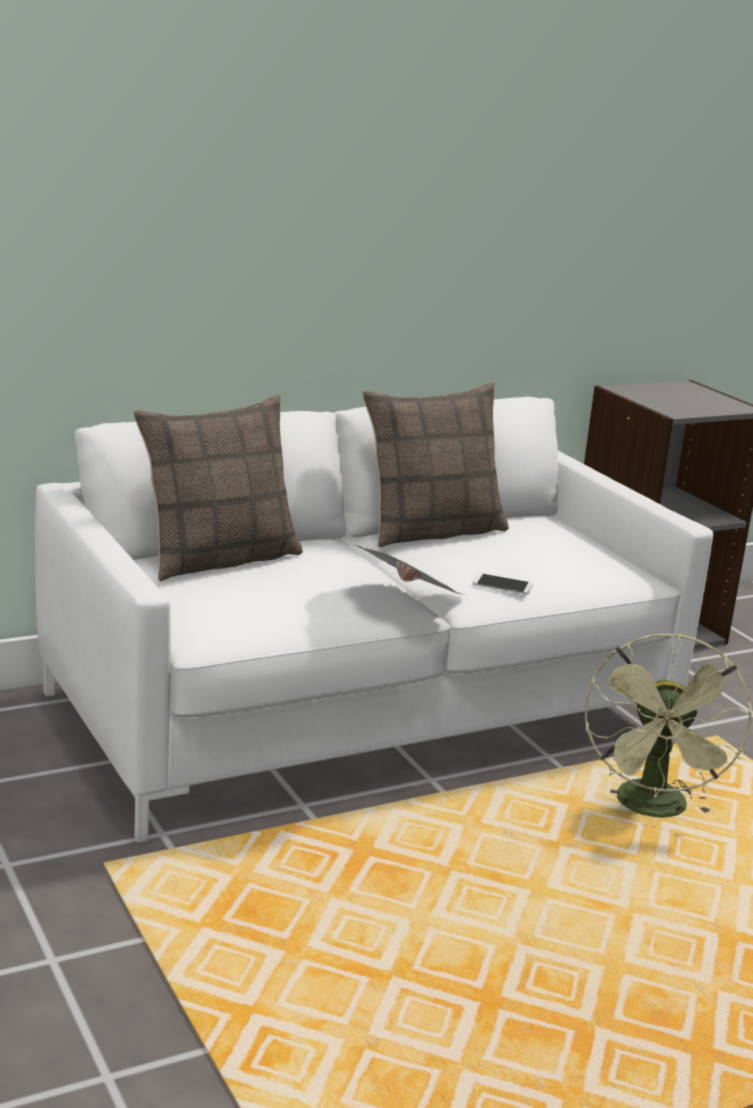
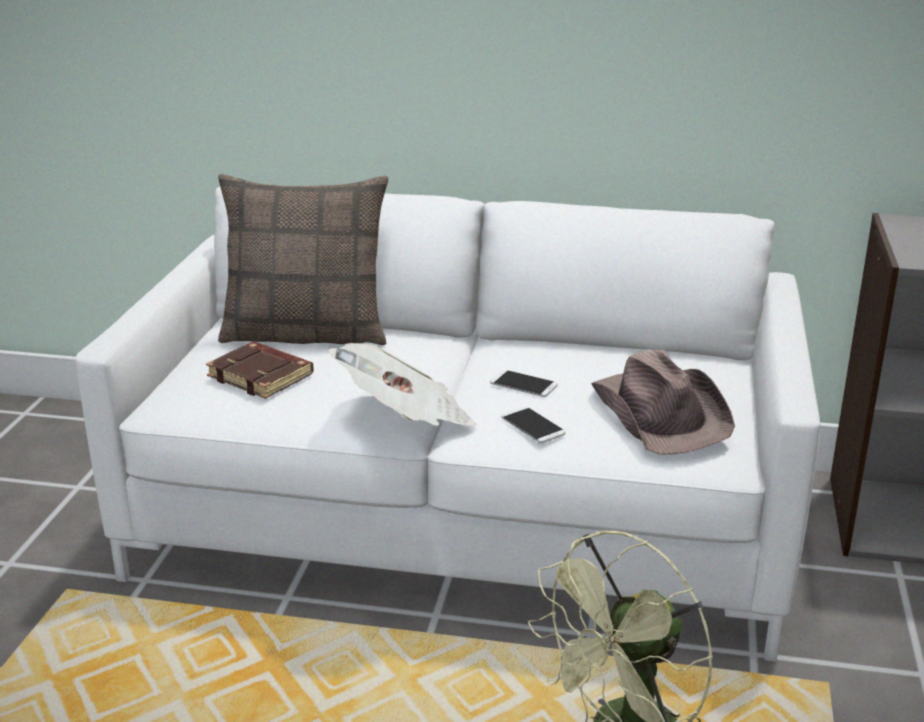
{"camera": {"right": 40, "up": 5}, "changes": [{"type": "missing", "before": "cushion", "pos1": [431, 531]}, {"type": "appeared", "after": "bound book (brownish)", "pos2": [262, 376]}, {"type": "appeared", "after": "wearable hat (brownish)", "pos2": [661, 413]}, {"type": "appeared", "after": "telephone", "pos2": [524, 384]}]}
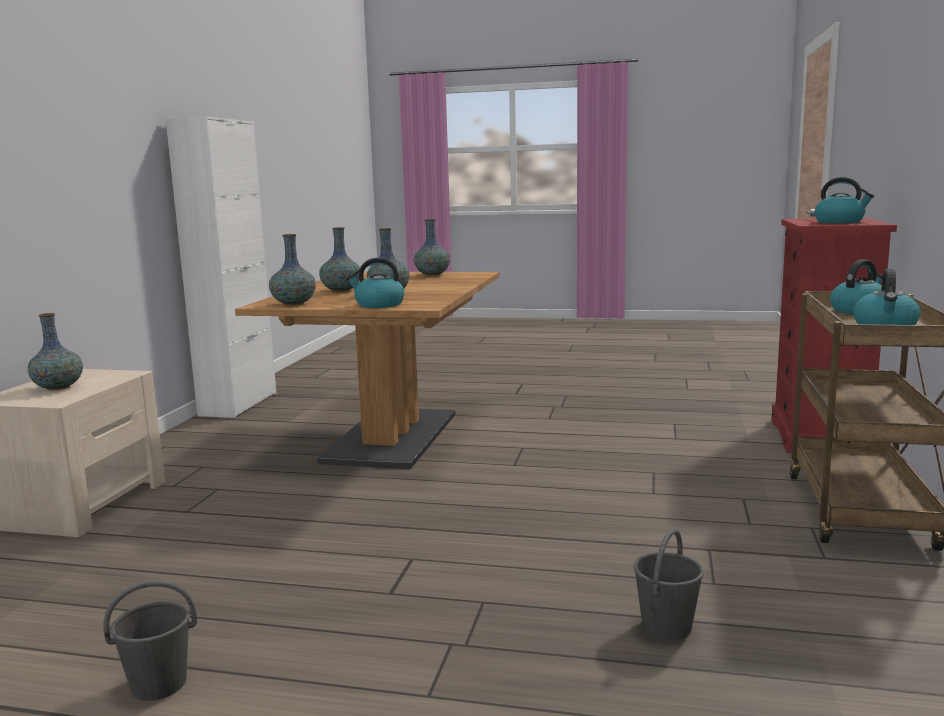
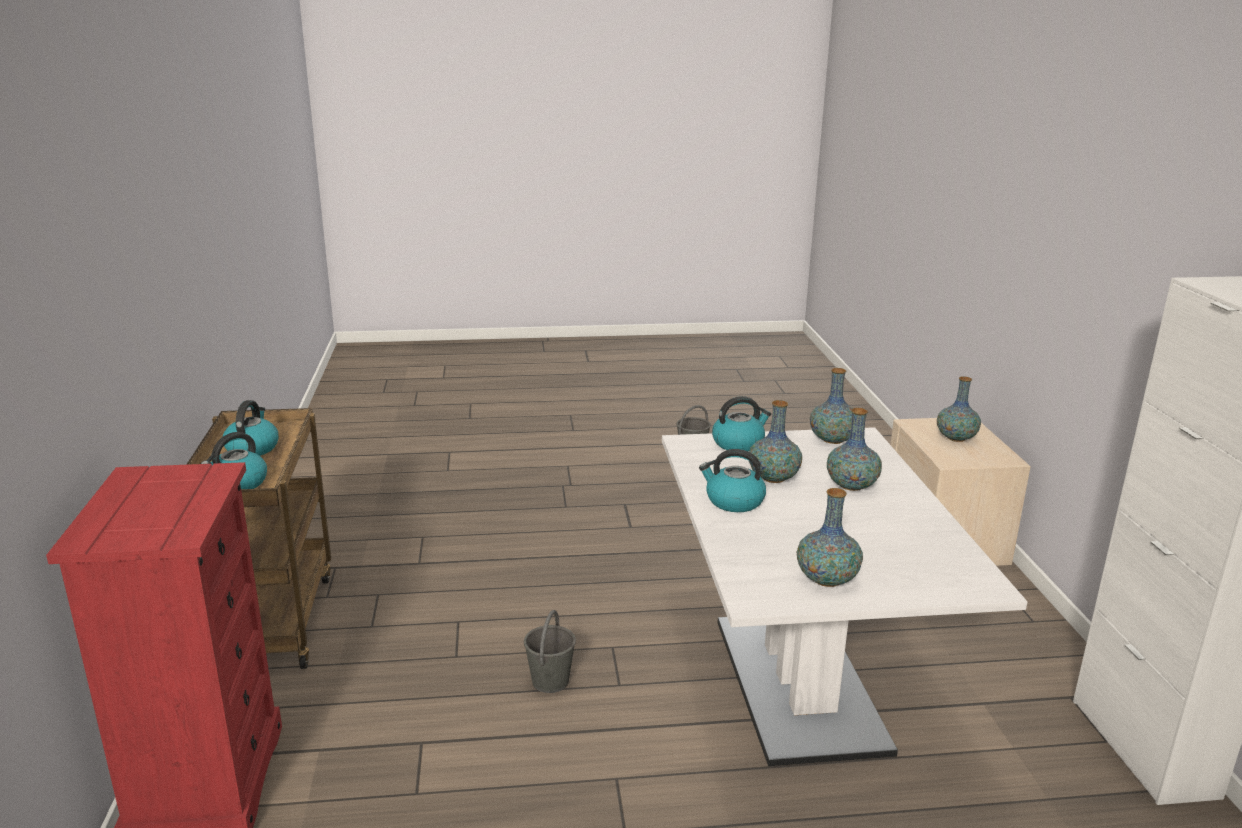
{"camera": {"right": 160, "up": 10}, "changes": [{"type": "relocated", "before": "kettle", "pos1": [840, 222], "pos2": [733, 501]}, {"type": "colour", "before": "dinner table (brownish)", "after": "dinner table (whitish)", "pos1": [392, 437], "pos2": [798, 683]}, {"type": "relocated", "before": "water bucket (grey)", "pos1": [666, 627], "pos2": [550, 681]}]}
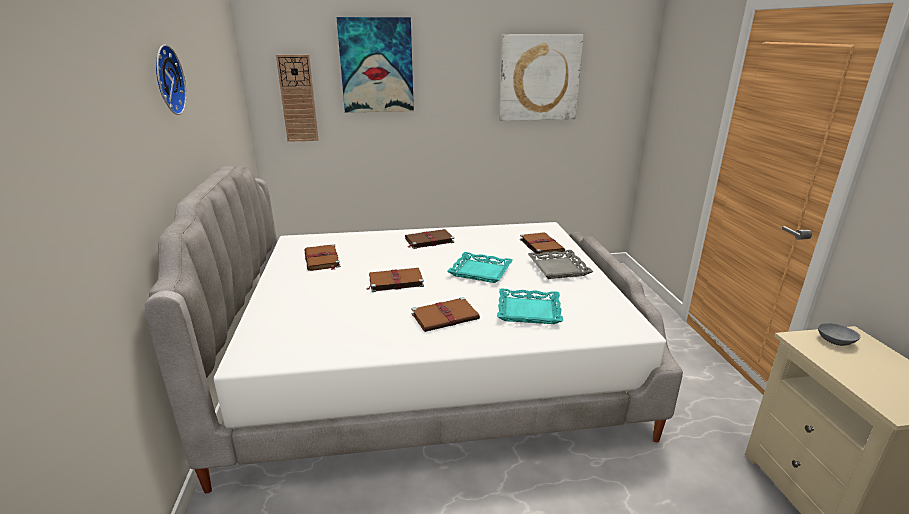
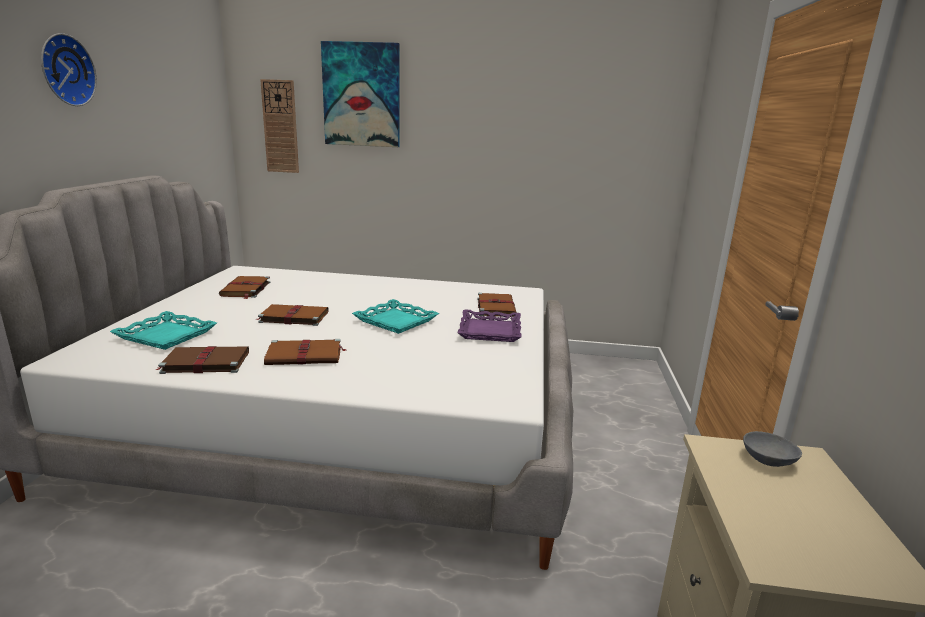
{"camera": {"right": 15, "up": -5}, "changes": [{"type": "missing", "before": "wall picture", "pos1": [539, 78]}, {"type": "relocated", "before": "bound book (brownish)", "pos1": [428, 240], "pos2": [204, 362]}, {"type": "colour", "before": "carrying tray (grey)", "after": "carrying tray (purple-coloured)", "pos1": [558, 268], "pos2": [489, 330]}, {"type": "relocated", "before": "carrying tray (blue-green)", "pos1": [529, 310], "pos2": [167, 335]}]}
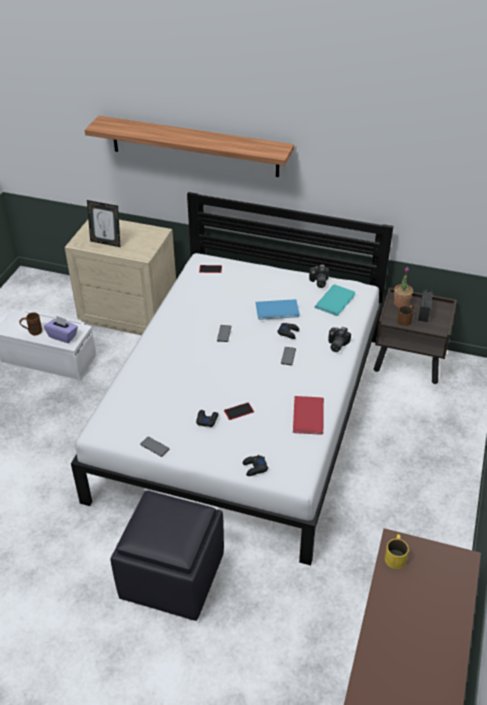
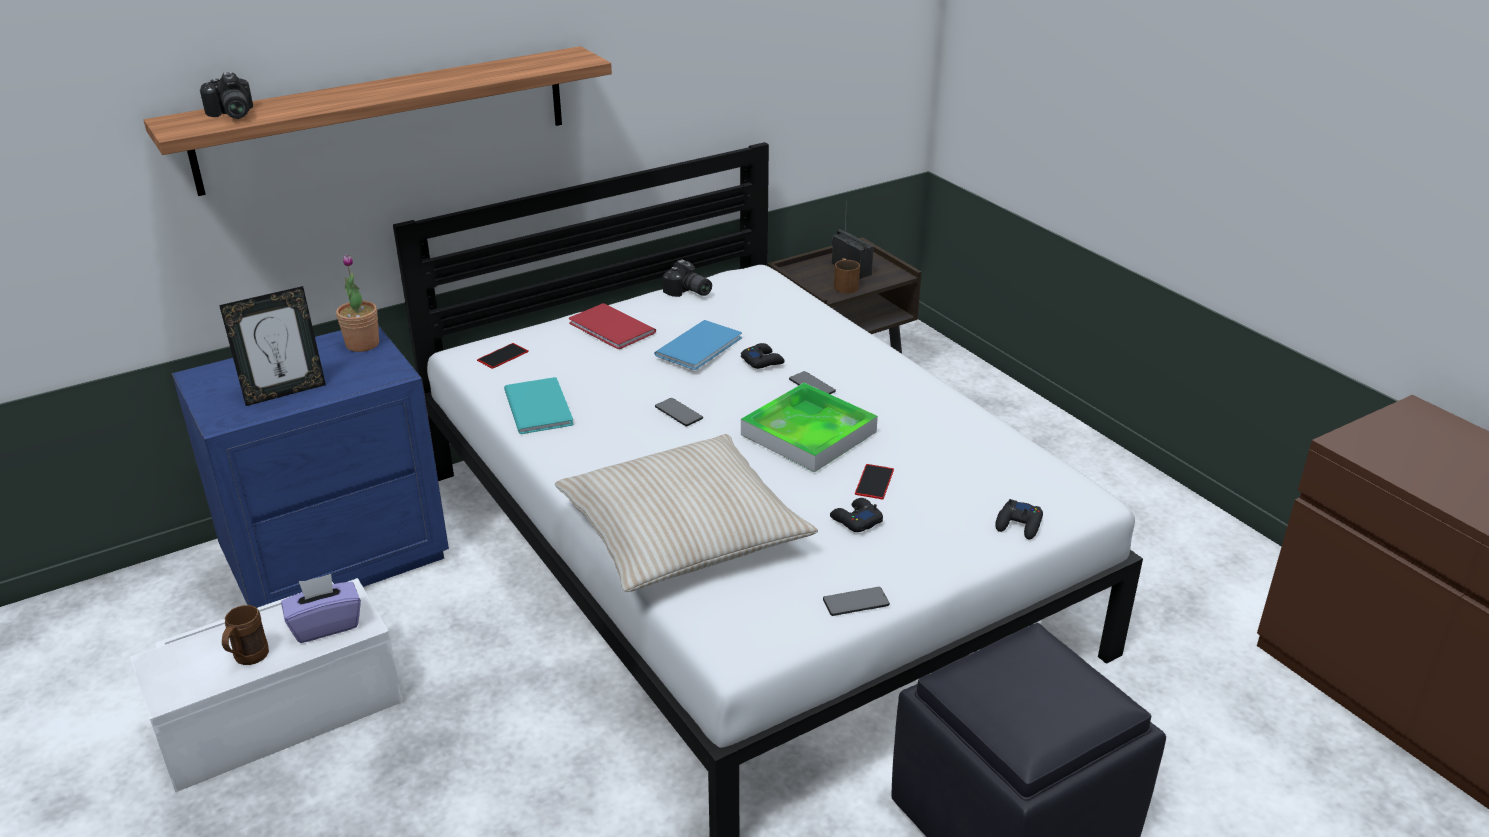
{"camera": {"right": -50, "up": -10}, "changes": [{"type": "colour", "before": "bedside table (sand-coloured)", "after": "bedside table (blue-coloured)", "pos1": [129, 313], "pos2": [335, 555]}, {"type": "relocated", "before": "plant in a pot", "pos1": [401, 304], "pos2": [362, 344]}, {"type": "relocated", "before": "bound book (blue-green)", "pos1": [336, 300], "pos2": [540, 406]}, {"type": "relocated", "before": "still camera", "pos1": [336, 344], "pos2": [230, 115]}, {"type": "relocated", "before": "bound book (red)", "pos1": [306, 417], "pos2": [611, 329]}, {"type": "missing", "before": "mug (yellowish)", "pos1": [395, 555]}, {"type": "appeared", "after": "carrying tray", "pos2": [808, 433]}, {"type": "appeared", "after": "cushion (sand-coloured)", "pos2": [682, 532]}]}
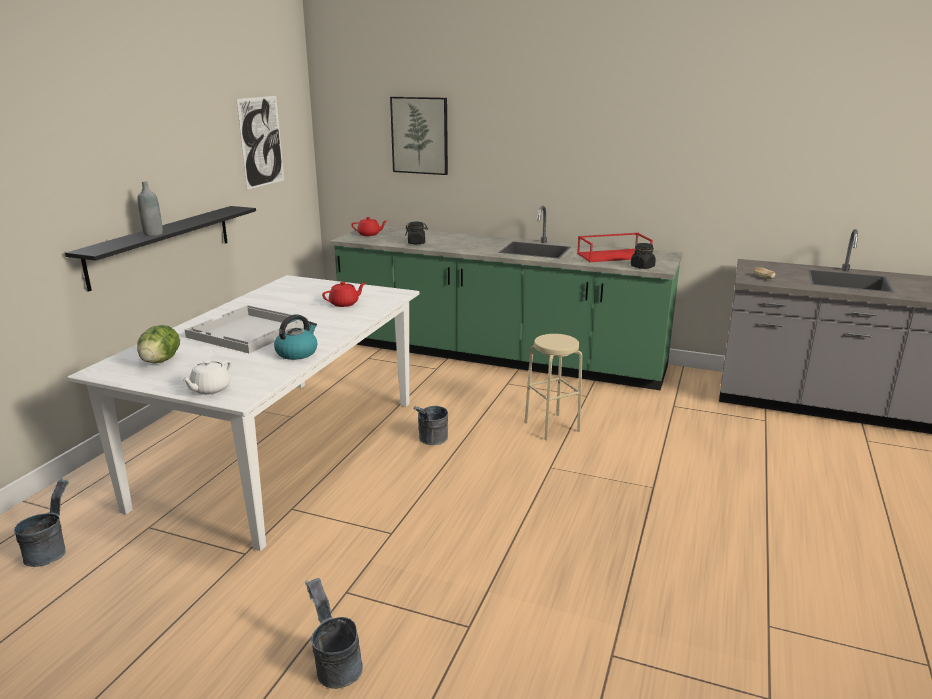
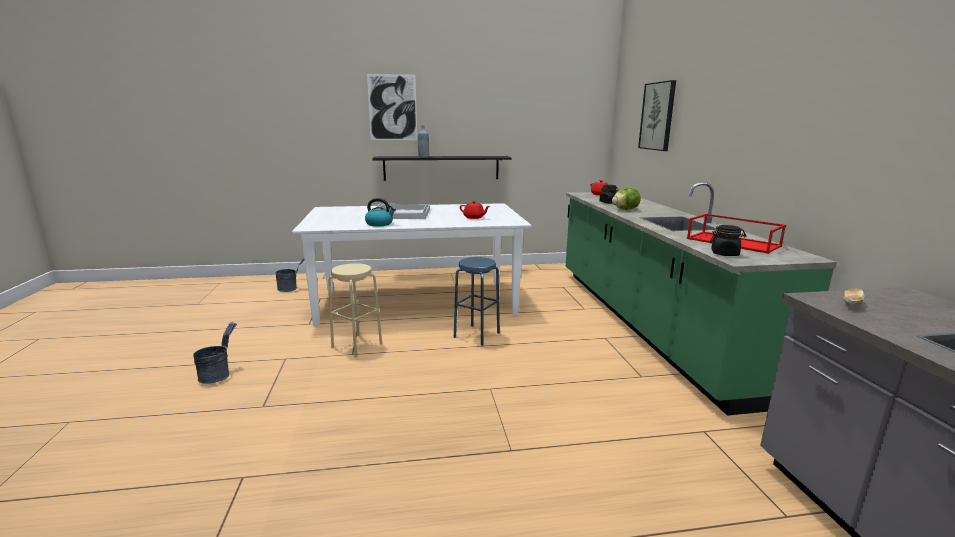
{"camera": {"right": 60, "up": -5}, "changes": [{"type": "relocated", "before": "wall picture", "pos1": [261, 142], "pos2": [392, 107]}, {"type": "relocated", "before": "lettuce head", "pos1": [160, 361], "pos2": [625, 209]}, {"type": "relocated", "before": "sitting stool (sand-coloured)", "pos1": [552, 427], "pos2": [357, 345]}, {"type": "missing", "before": "teapot (whitish)", "pos1": [210, 389]}, {"type": "exchanged", "before": "water bucket (grey)", "after": "sitting stool (blue-coloured)", "pos1": [431, 441], "pos2": [476, 335]}]}
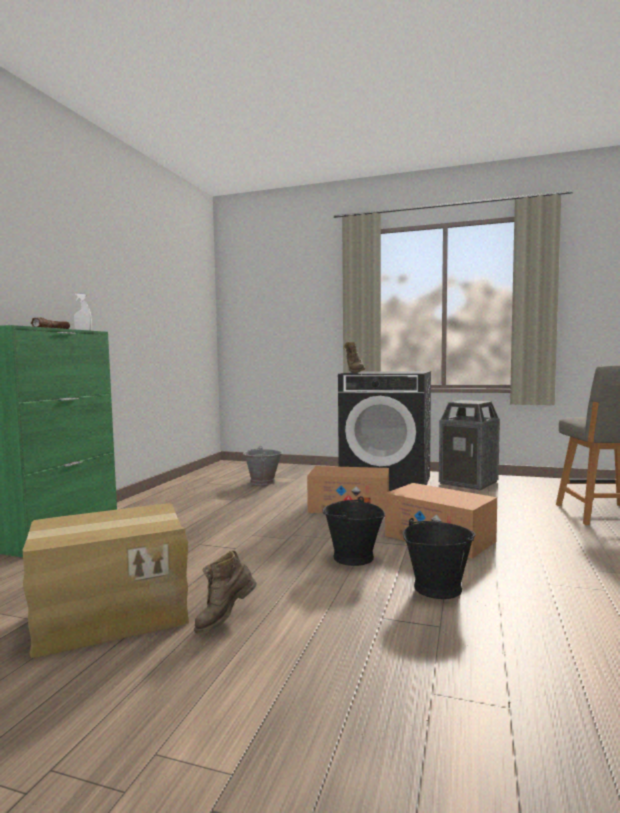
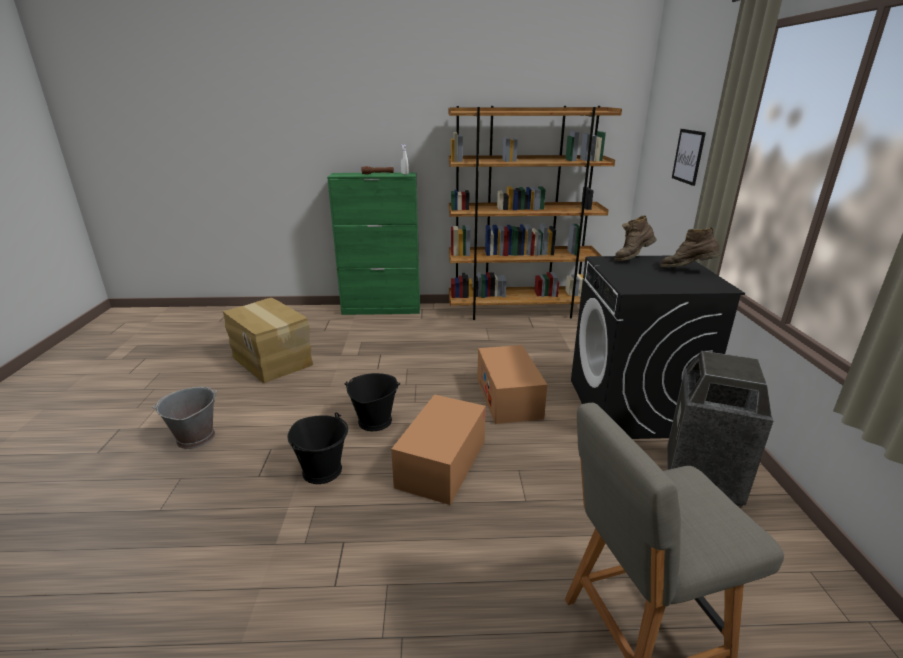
{"camera": {"right": 70, "up": 20}, "changes": [{"type": "relocated", "before": "water bucket (grey)", "pos1": [262, 482], "pos2": [195, 437]}, {"type": "relocated", "before": "high-top boot (brownish)", "pos1": [224, 620], "pos2": [686, 270]}, {"type": "appeared", "after": "bookshelf (brownish)", "pos2": [519, 311]}, {"type": "appeared", "after": "wall picture", "pos2": [688, 156]}]}
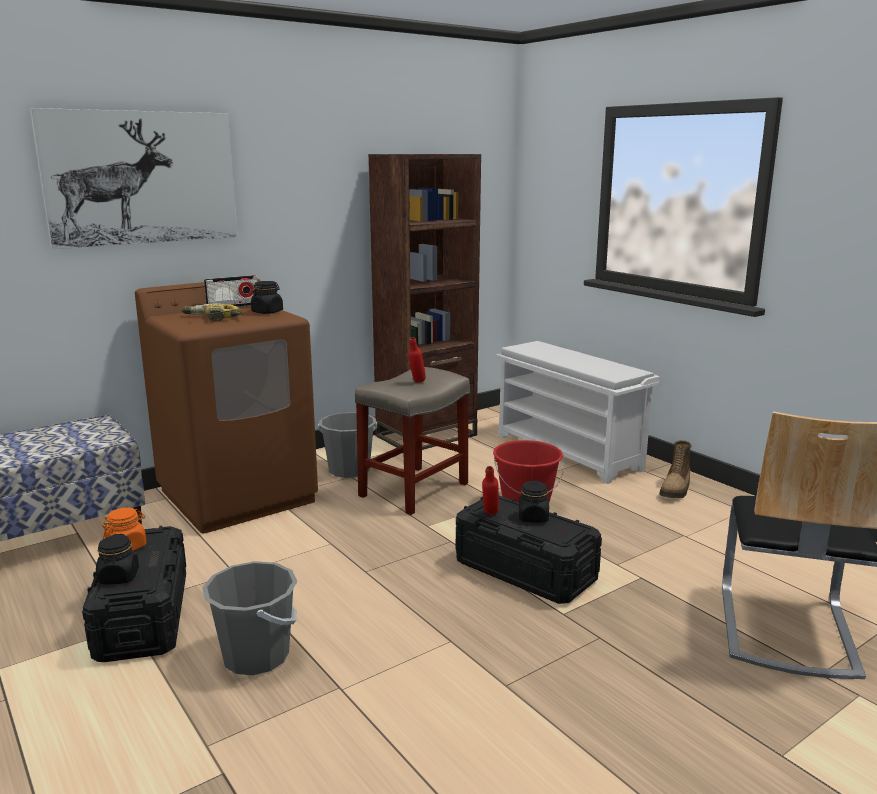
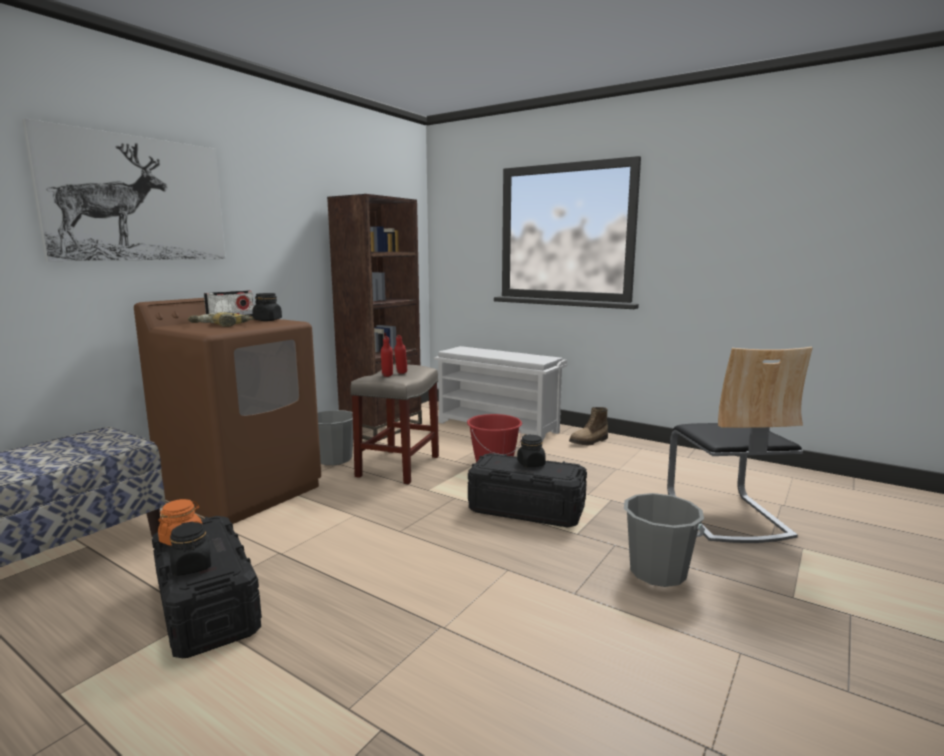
{"camera": {"right": -20, "up": -5}, "changes": [{"type": "spun", "before": "high-top boot", "pos1": [676, 490], "pos2": [589, 442], "turn": 45}, {"type": "relocated", "before": "beverage bottle (red)", "pos1": [490, 516], "pos2": [387, 377]}, {"type": "relocated", "before": "water bucket (grey)", "pos1": [256, 656], "pos2": [658, 572]}]}
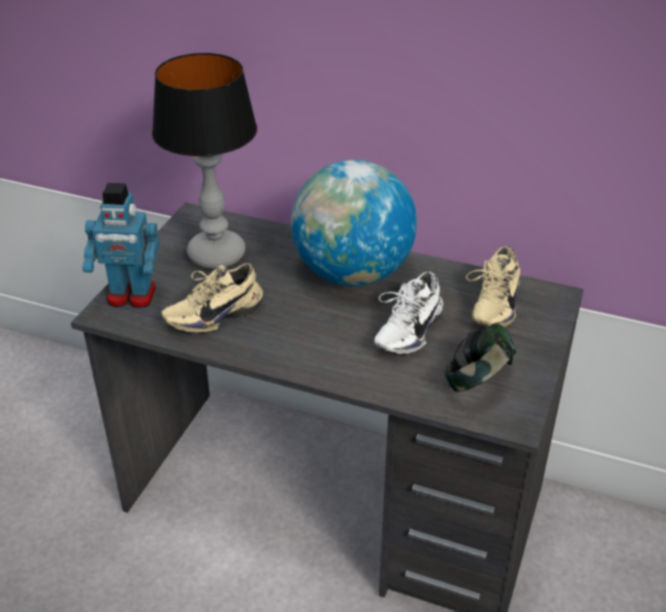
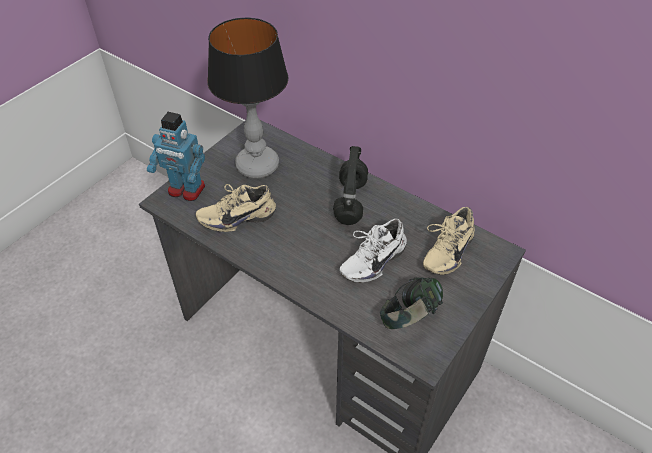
{"camera": {"right": 15, "up": 10}, "changes": [{"type": "exchanged", "before": "globe", "after": "pair of headphones (blackish)", "pos1": [352, 273], "pos2": [350, 201]}]}
